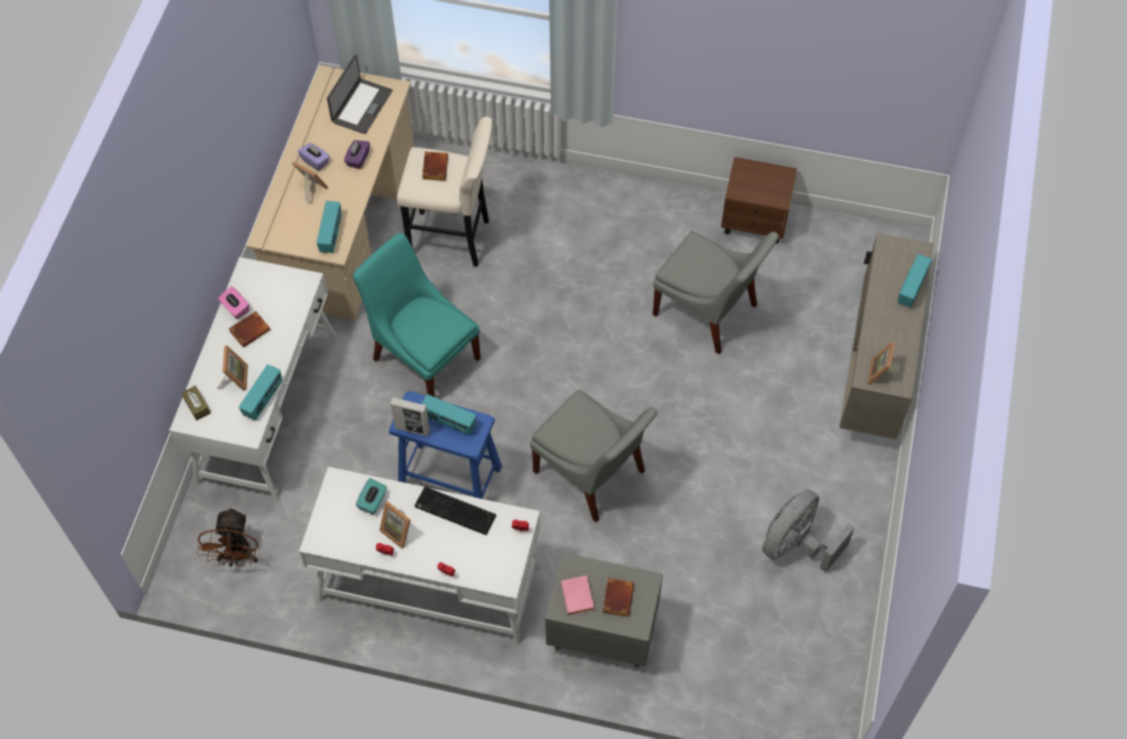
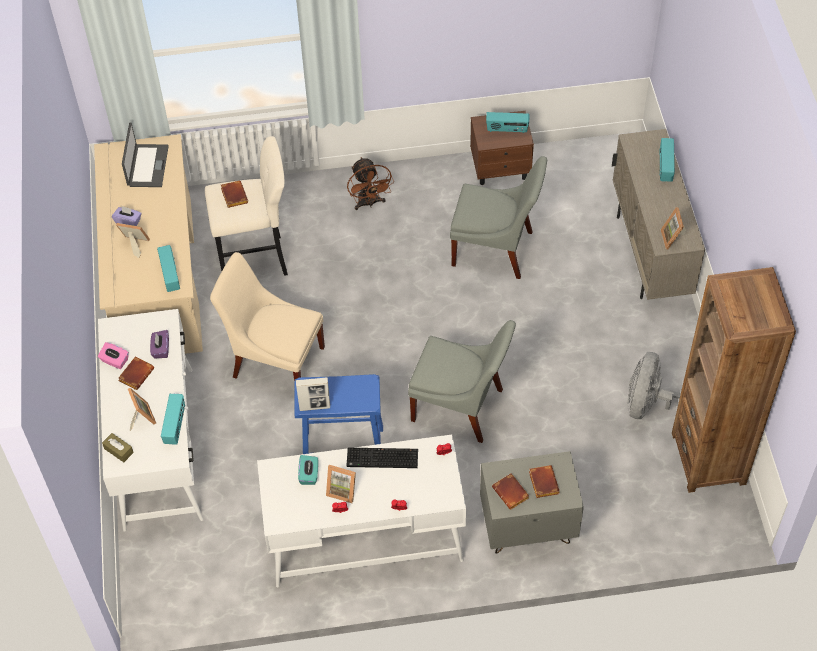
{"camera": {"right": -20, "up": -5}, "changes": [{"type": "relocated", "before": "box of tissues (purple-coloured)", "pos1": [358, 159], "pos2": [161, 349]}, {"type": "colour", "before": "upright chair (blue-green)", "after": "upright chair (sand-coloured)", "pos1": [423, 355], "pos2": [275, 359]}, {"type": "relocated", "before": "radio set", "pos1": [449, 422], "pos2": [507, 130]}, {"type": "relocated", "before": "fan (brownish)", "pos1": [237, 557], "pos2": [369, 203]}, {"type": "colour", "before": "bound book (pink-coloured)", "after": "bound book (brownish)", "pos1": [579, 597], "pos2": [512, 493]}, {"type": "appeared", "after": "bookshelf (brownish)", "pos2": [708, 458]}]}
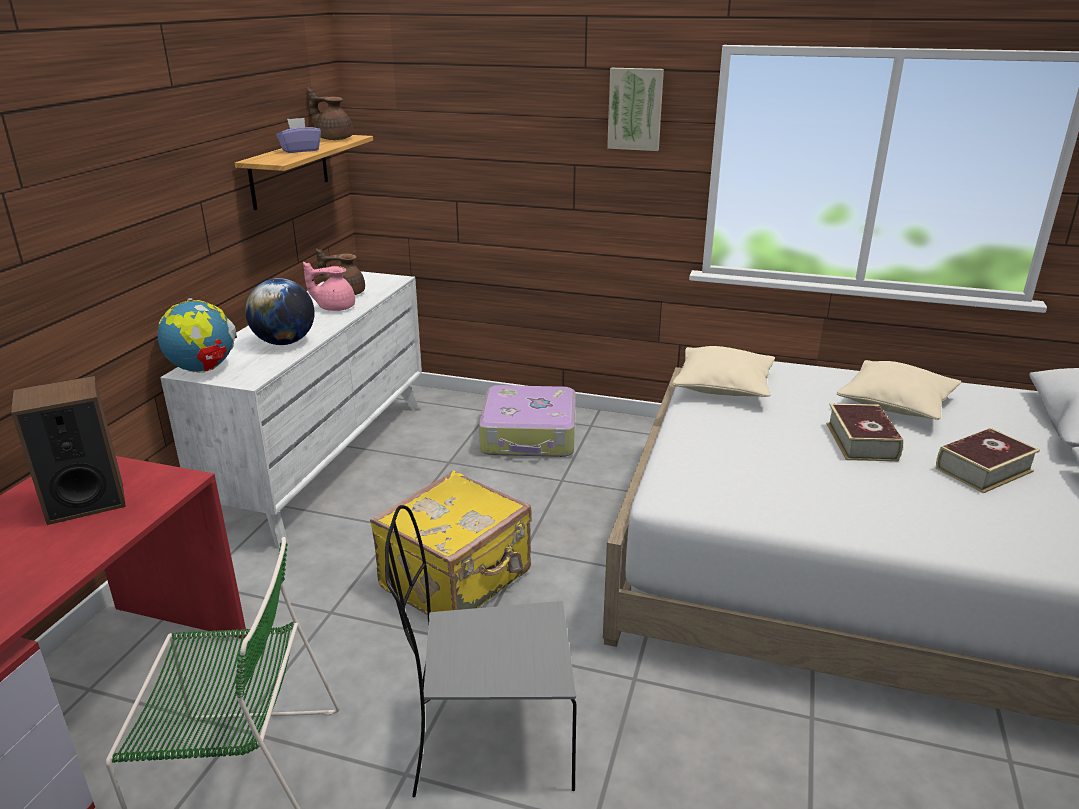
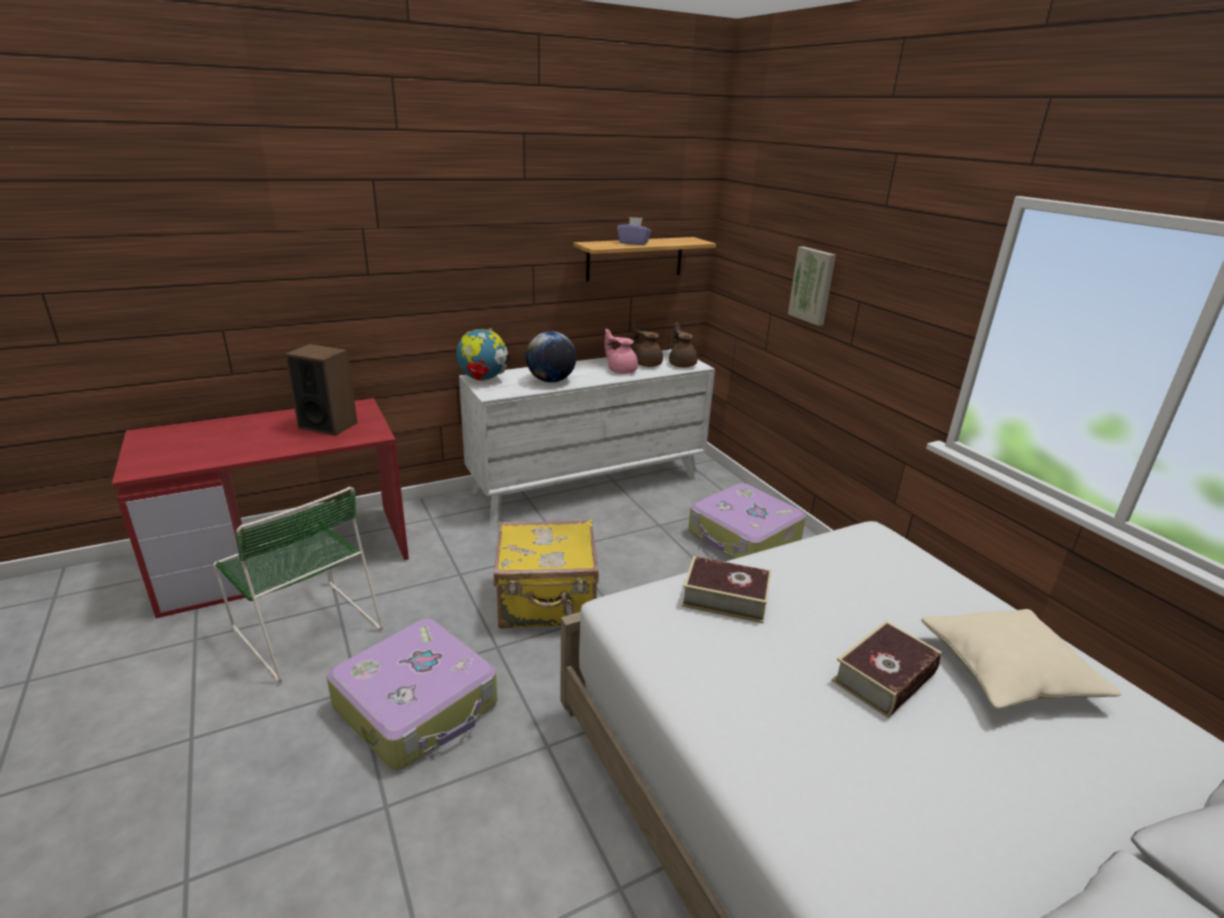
{"camera": {"right": 45, "up": 0}, "changes": [{"type": "relocated", "before": "wall picture", "pos1": [635, 109], "pos2": [813, 285]}, {"type": "relocated", "before": "teapot (brownish)", "pos1": [334, 139], "pos2": [682, 364]}, {"type": "missing", "before": "cushion (sand-coloured)", "pos1": [723, 386]}, {"type": "relocated", "before": "bound book", "pos1": [983, 470], "pos2": [725, 598]}, {"type": "exchanged", "before": "upright chair (grey)", "after": "suitcase", "pos1": [487, 738], "pos2": [418, 705]}]}
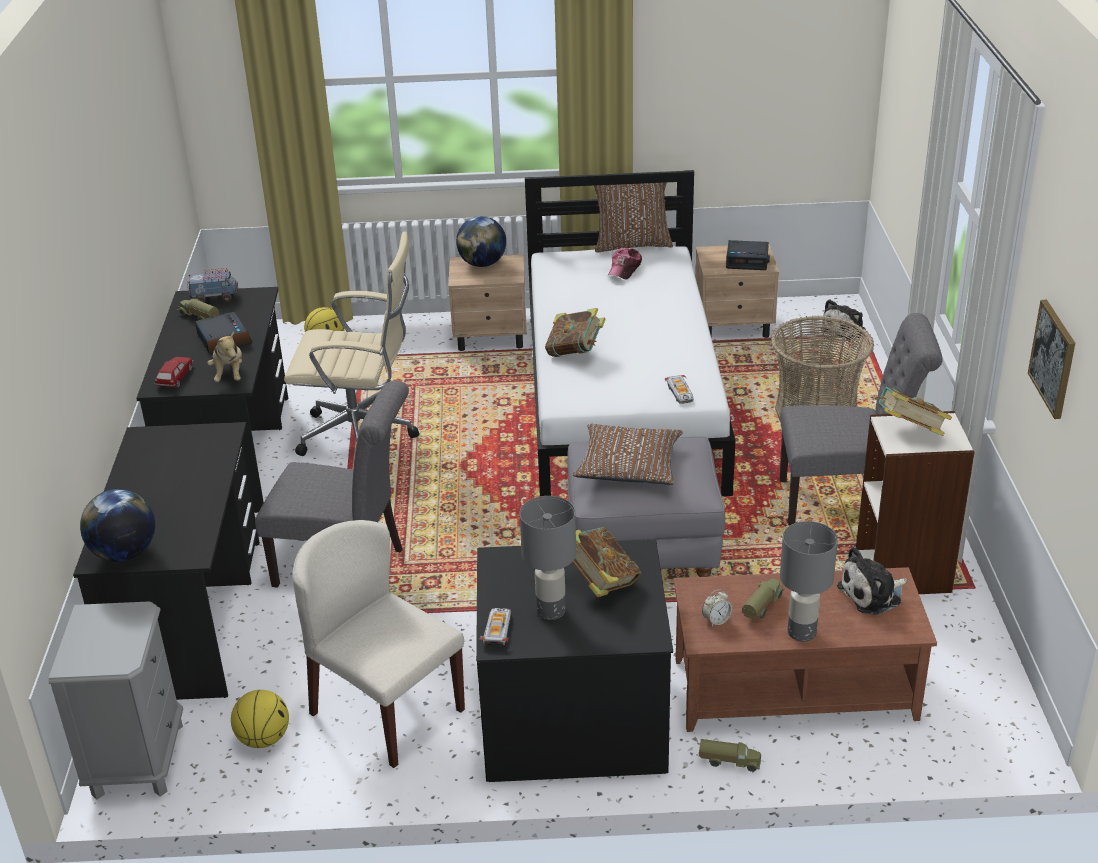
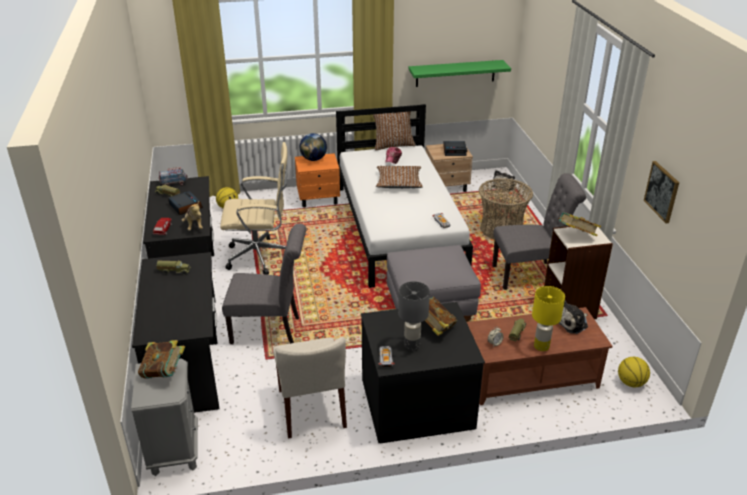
{"camera": {"right": -10, "up": 0}, "changes": [{"type": "colour", "before": "bedside table (sand-coloured)", "after": "bedside table (orange)", "pos1": [491, 337], "pos2": [319, 199]}, {"type": "relocated", "before": "bound book", "pos1": [575, 352], "pos2": [164, 372]}, {"type": "relocated", "before": "cushion (brownish)", "pos1": [629, 465], "pos2": [398, 182]}, {"type": "missing", "before": "globe", "pos1": [124, 553]}, {"type": "spun", "before": "upright chair (sand-coloured)", "pos1": [386, 711], "pos2": [312, 409], "turn": -135}, {"type": "colour", "before": "lamp for a table (grey)", "after": "lamp for a table (yellowish)", "pos1": [802, 632], "pos2": [541, 346]}, {"type": "relocated", "before": "basketball", "pos1": [264, 738], "pos2": [631, 382]}, {"type": "relocated", "before": "toy truck", "pos1": [729, 761], "pos2": [174, 271]}, {"type": "appeared", "after": "wall shelf (greenish)", "pos2": [455, 73]}]}
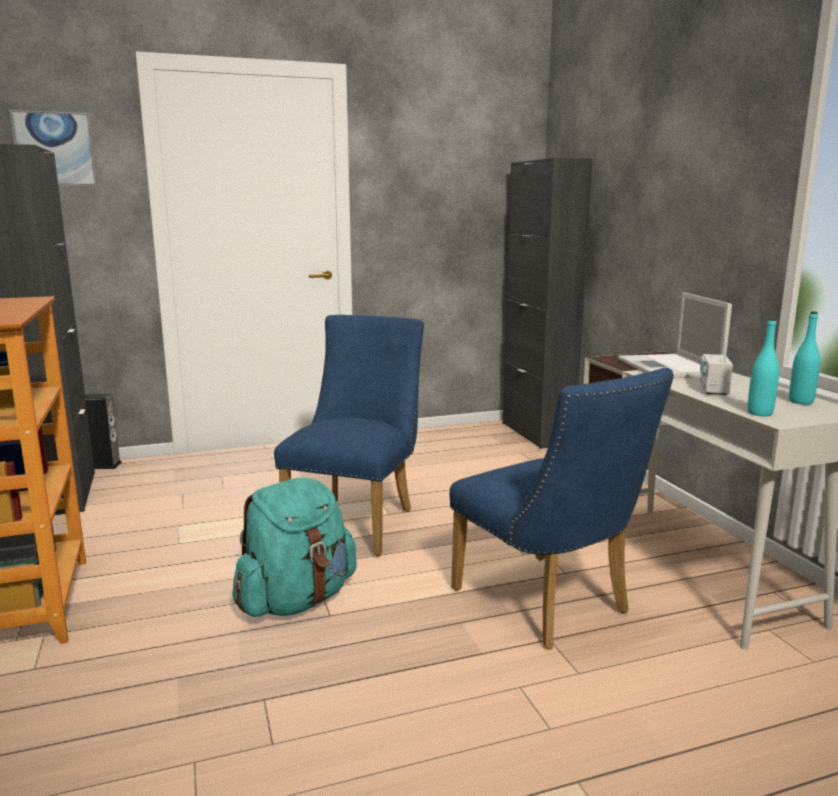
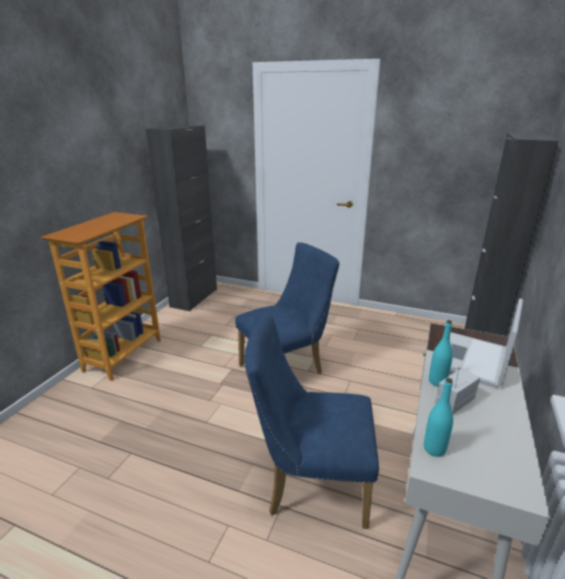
{"camera": {"right": 40, "up": 10}, "changes": [{"type": "missing", "before": "wall picture", "pos1": [55, 149]}, {"type": "relocated", "before": "beverage bottle (blue-green)", "pos1": [801, 401], "pos2": [437, 381]}, {"type": "spun", "before": "upright chair (blue-coloured)", "pos1": [548, 607], "pos2": [309, 484], "turn": 90}, {"type": "missing", "before": "speaker", "pos1": [104, 465]}, {"type": "missing", "before": "knapsack (blue-green)", "pos1": [297, 600]}]}
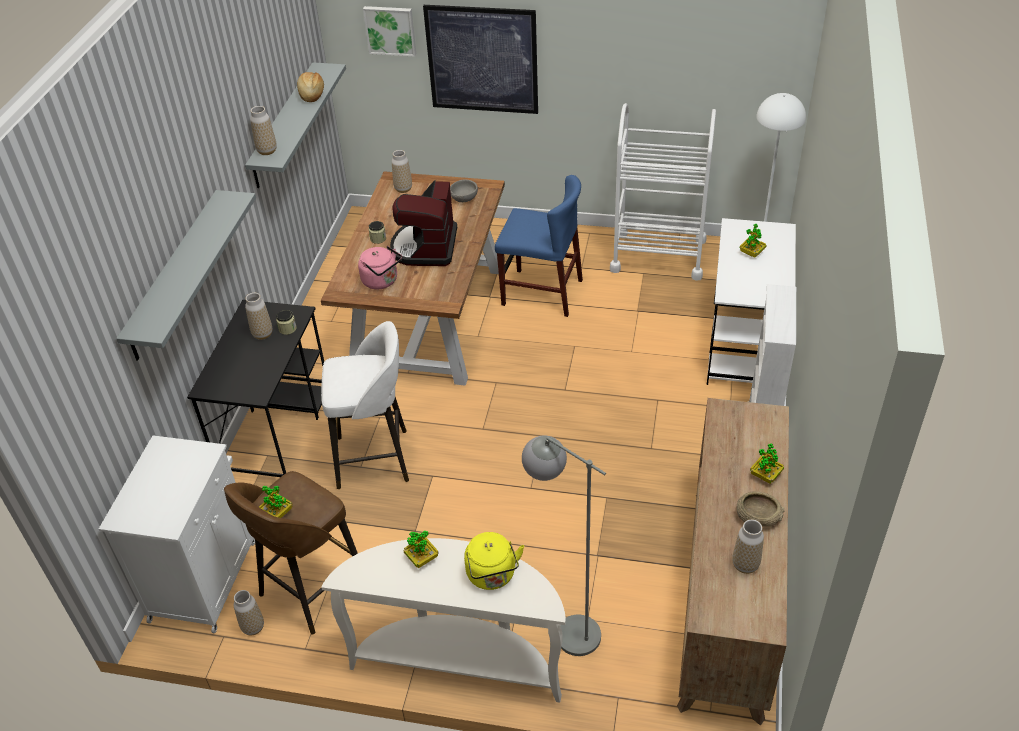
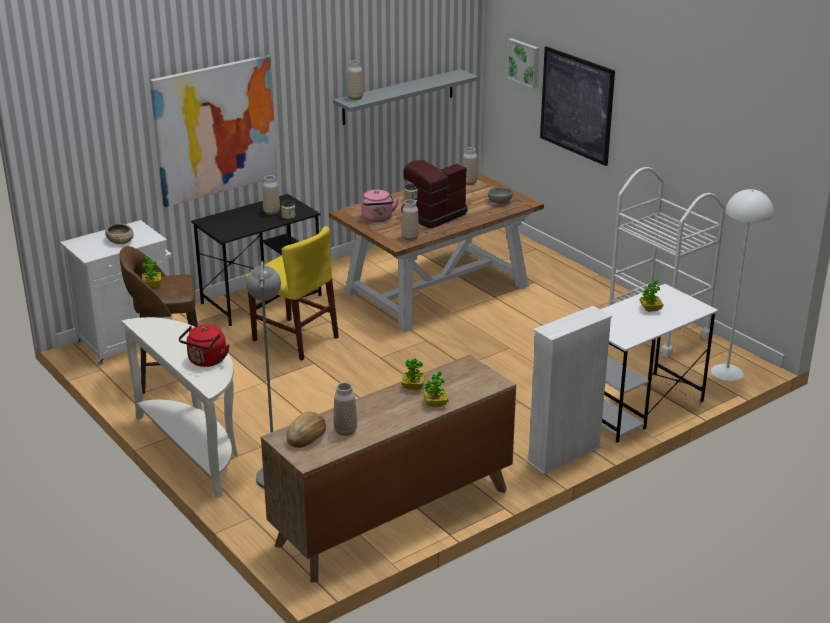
{"camera": {"right": 40, "up": -15}, "changes": [{"type": "relocated", "before": "bread", "pos1": [311, 94], "pos2": [307, 438]}, {"type": "missing", "before": "upright chair (blue-coloured)", "pos1": [542, 292]}, {"type": "exchanged", "before": "wall shelf (grey)", "after": "wall picture", "pos1": [175, 275], "pos2": [215, 129]}, {"type": "exchanged", "before": "sitting stool (whitish)", "after": "upright chair (yellowish)", "pos1": [376, 459], "pos2": [295, 339]}, {"type": "relocated", "before": "deep dish (sand-coloured)", "pos1": [758, 516], "pos2": [120, 240]}, {"type": "relocated", "before": "plant in a pot", "pos1": [422, 558], "pos2": [413, 387]}, {"type": "colour", "before": "kettle (yellowish)", "after": "kettle (red)", "pos1": [492, 576], "pos2": [206, 361]}, {"type": "relocated", "before": "vase", "pos1": [253, 627], "pos2": [410, 238]}]}
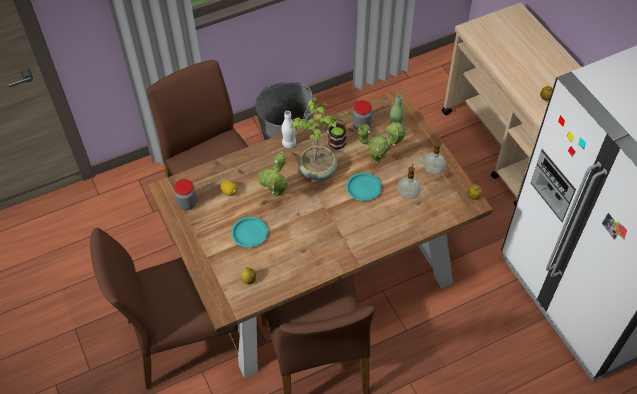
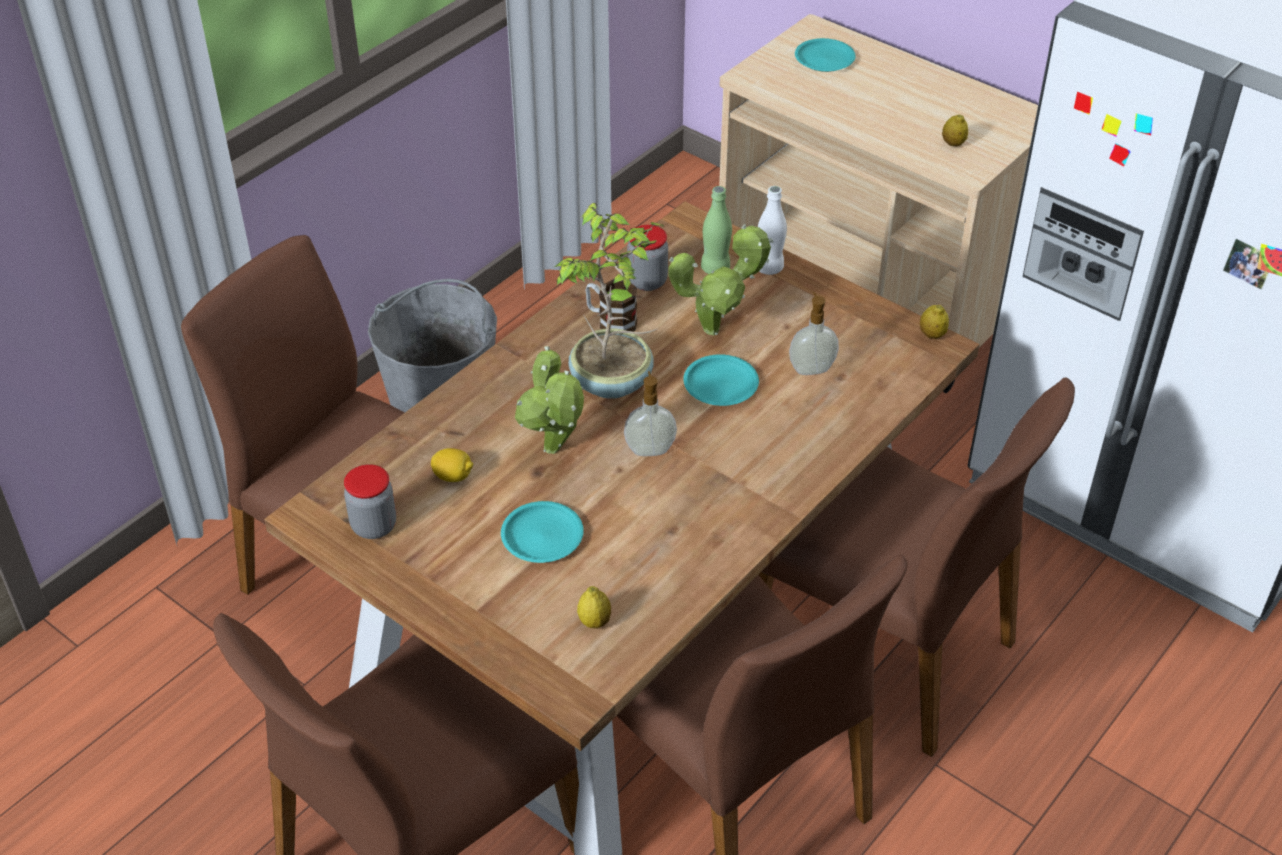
{"camera": {"right": -25, "up": -10}, "changes": [{"type": "relocated", "before": "beverage bottle (whitish)", "pos1": [289, 143], "pos2": [769, 268]}, {"type": "relocated", "before": "liquid soap bottle", "pos1": [433, 170], "pos2": [650, 449]}, {"type": "appeared", "after": "plate (blue-green)", "pos2": [824, 60]}, {"type": "appeared", "after": "upright chair (brownish)", "pos2": [884, 648]}]}
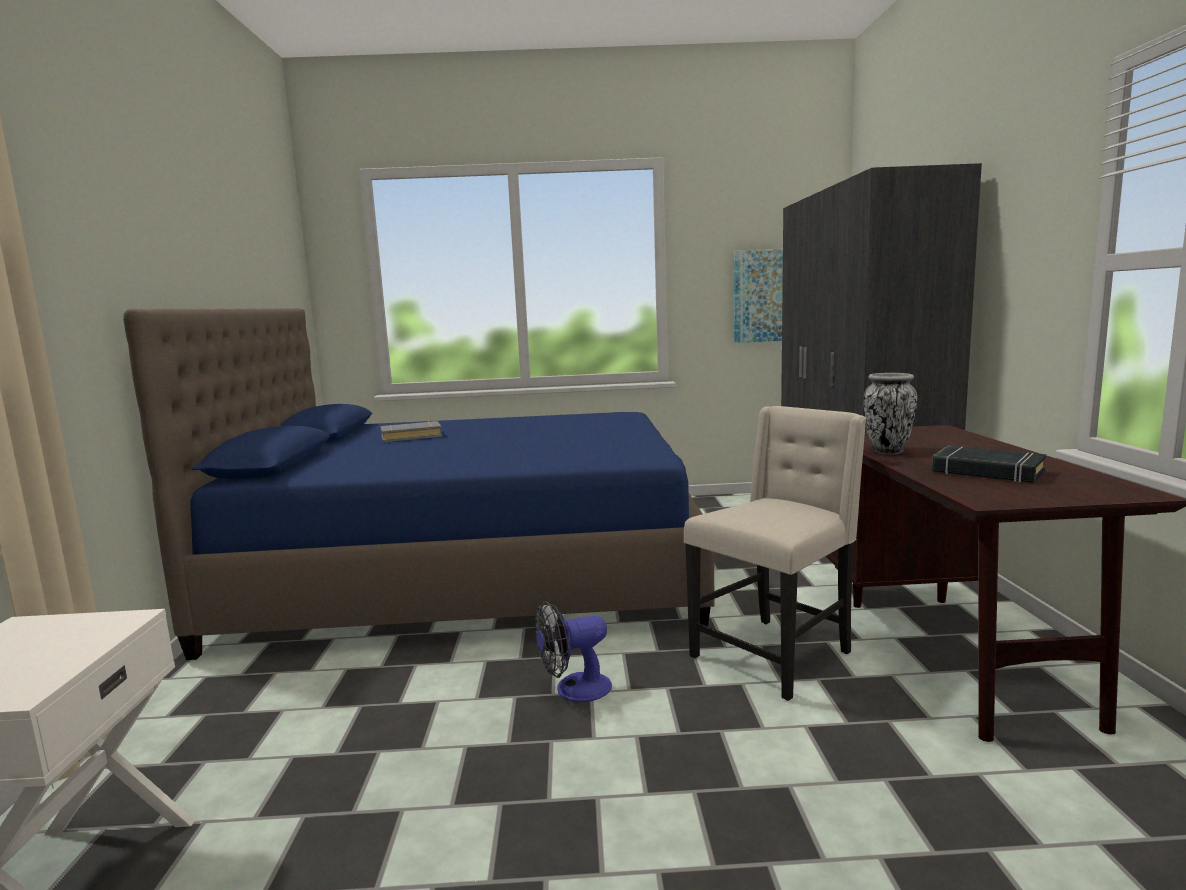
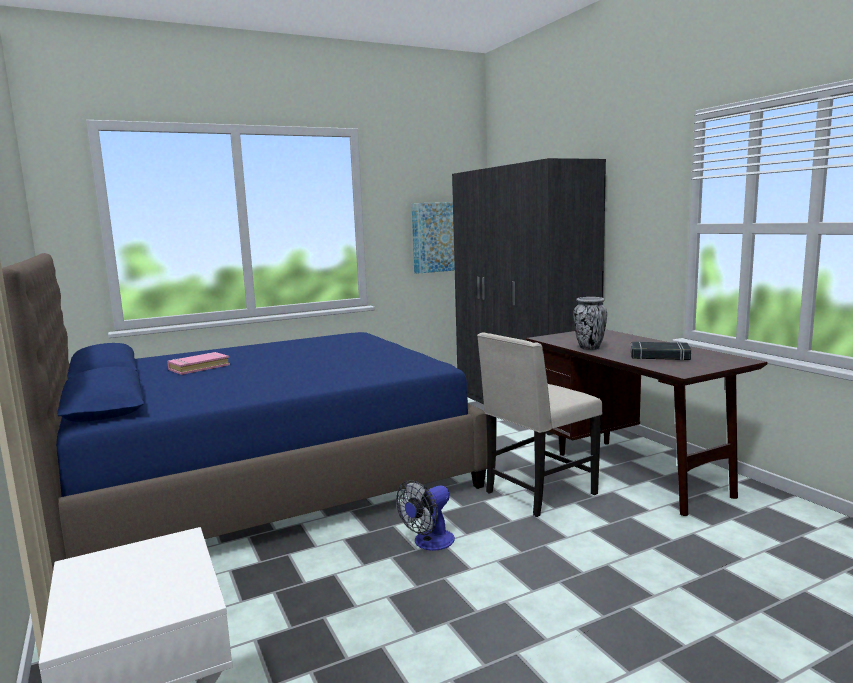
{"camera": {"right": -25, "up": 0}, "changes": [{"type": "spun", "before": "upright chair (sand-coloured)", "pos1": [774, 655], "pos2": [538, 493], "turn": -150}, {"type": "colour", "before": "bound book (grey)", "after": "bound book (pink-coloured)", "pos1": [411, 436], "pos2": [199, 367]}]}
